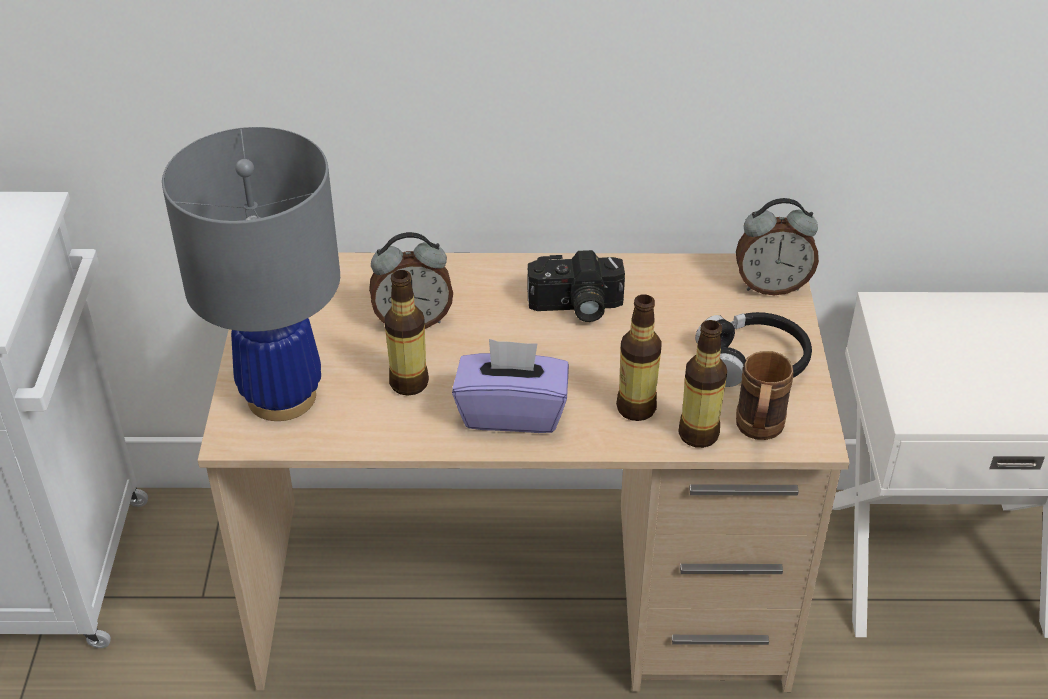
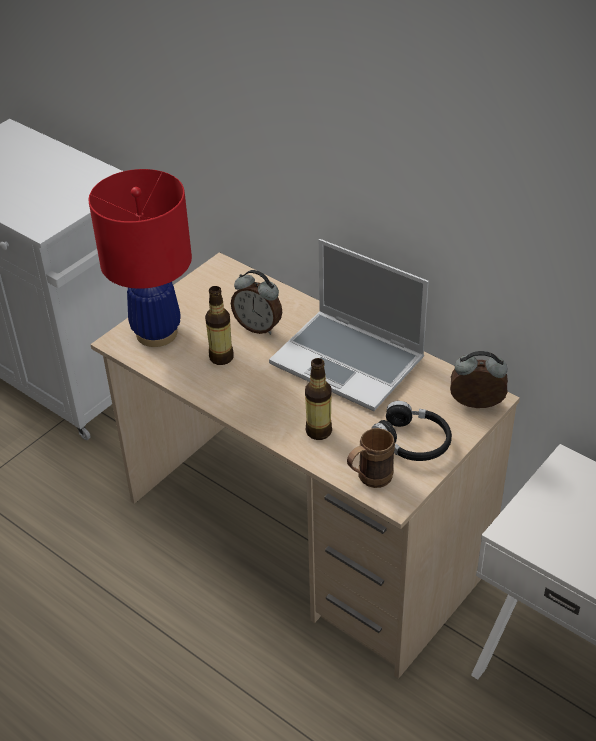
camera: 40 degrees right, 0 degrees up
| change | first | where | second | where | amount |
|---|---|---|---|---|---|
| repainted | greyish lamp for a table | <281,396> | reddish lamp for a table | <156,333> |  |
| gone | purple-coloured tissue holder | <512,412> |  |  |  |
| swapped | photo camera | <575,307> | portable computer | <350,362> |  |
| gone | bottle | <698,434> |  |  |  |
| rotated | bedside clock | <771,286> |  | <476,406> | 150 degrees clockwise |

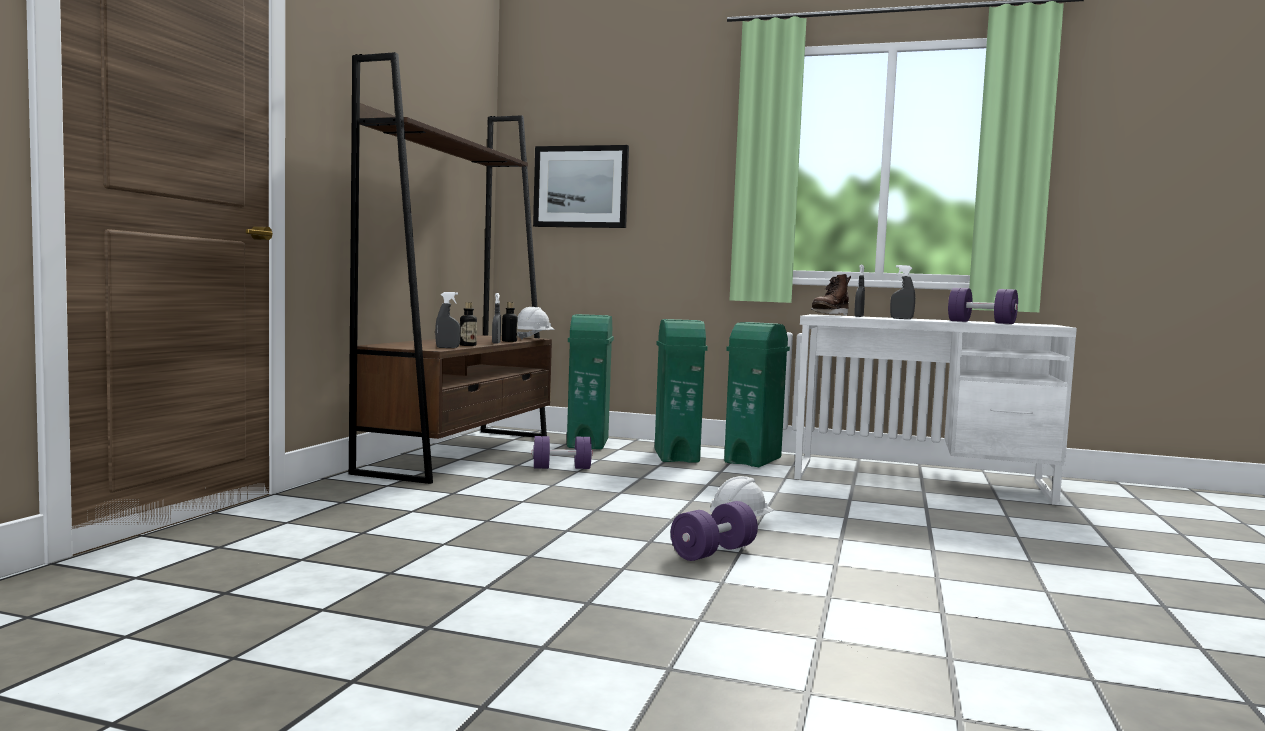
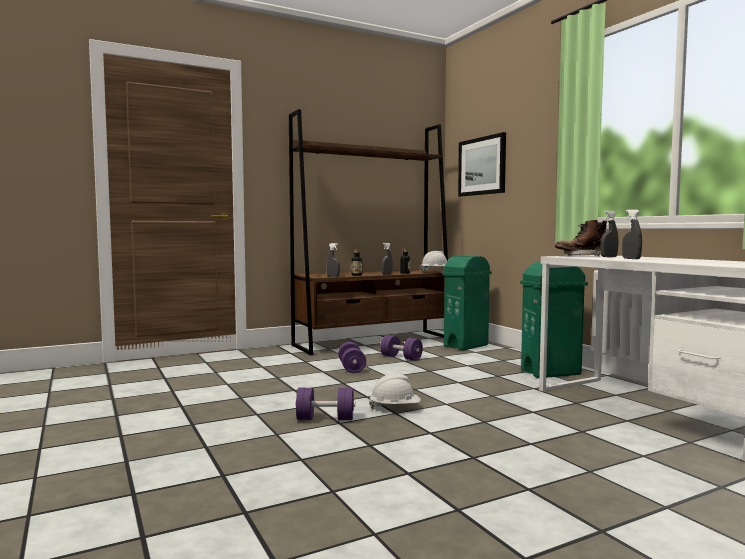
camera: 45 degrees right, 0 degrees up
| change | first | where | second | where | amount |
|---|---|---|---|---|---|
| gone | green-coloured rubbish bin | <676,456> |  |  |  |
| shifted | purple-coloured free weight | <981,322> |  | <351,368> |  |

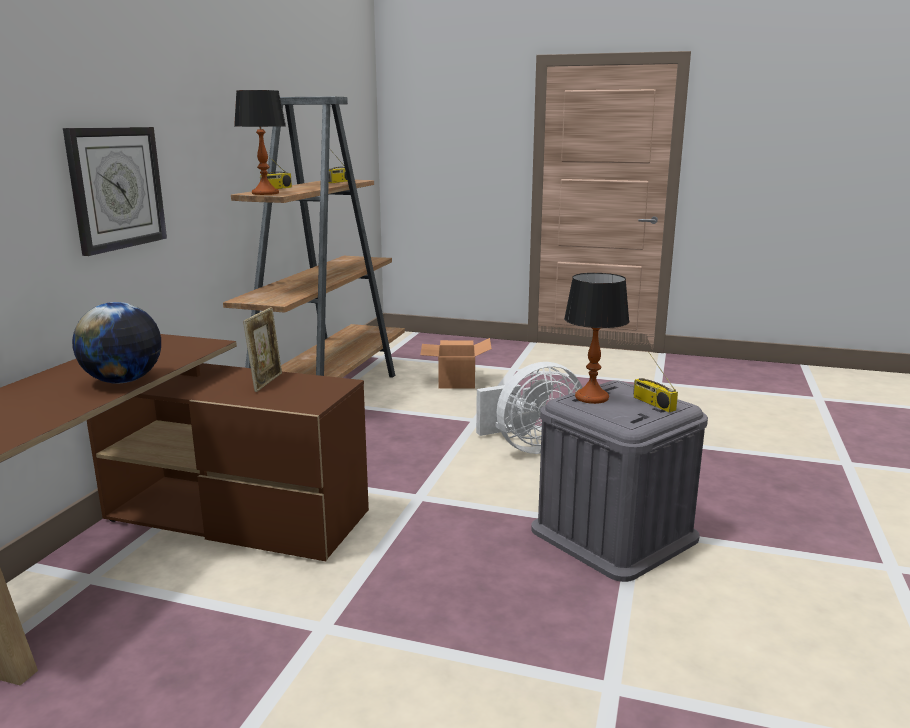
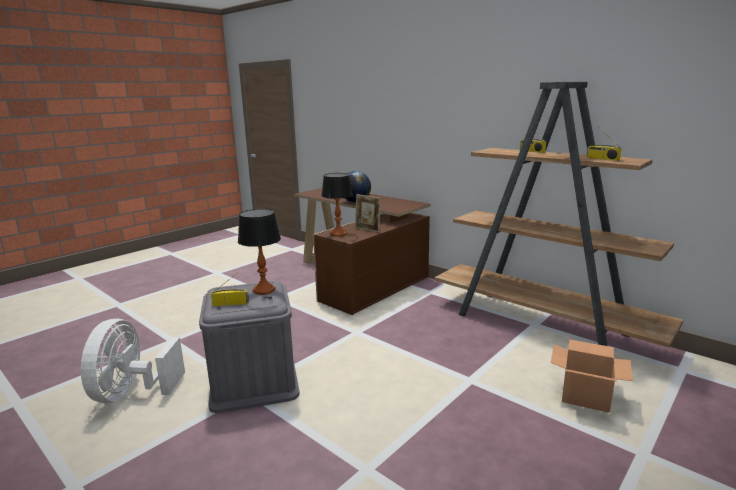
camera: 115 degrees right, 0 degrees up
| change | first | where | second | where | amount |
|---|---|---|---|---|---|
| gone | wall clock | <116,188> |  |  |  |
| shifted | lamp for a table | <265,193> |  | <338,234> |  |
| shifted | white-coloured electric fan | <530,447> |  | <132,393> |  |

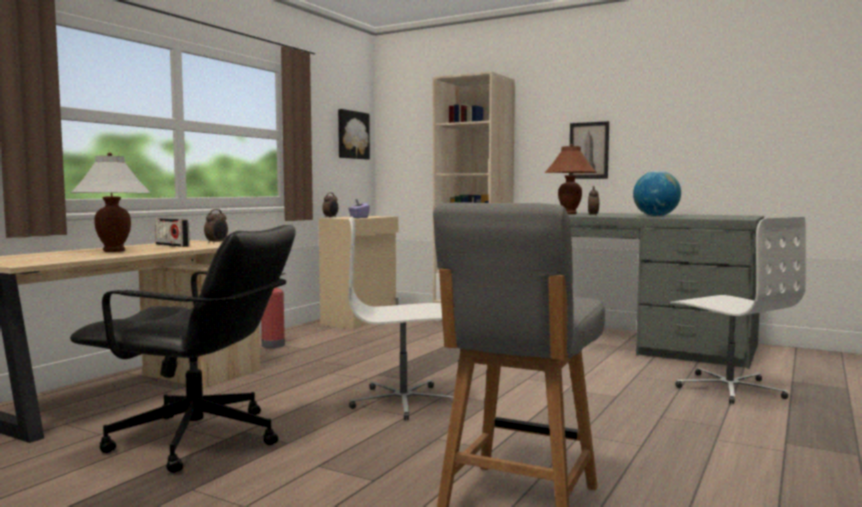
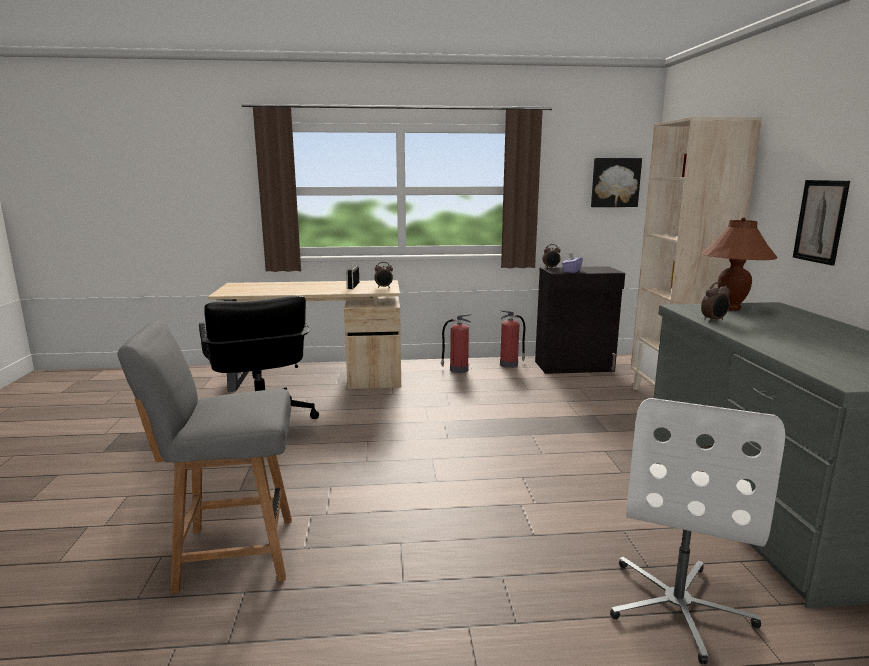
camera: 55 degrees right, 10 degrees up
| change | first | where | second | where | amount |
|---|---|---|---|---|---|
| gone | white-coloured lamp for a table | <113,251> |  |  |  |
| repainted | sand-coloured storage cabinet | <361,320> | black-coloured storage cabinet | <575,366> |  |
| gone | white-coloured computer chair | <404,402> |  |  |  |
| gone | desk globe | <656,216> |  |  |  |
| new |  |  | extinguisher | <510,364> |  |

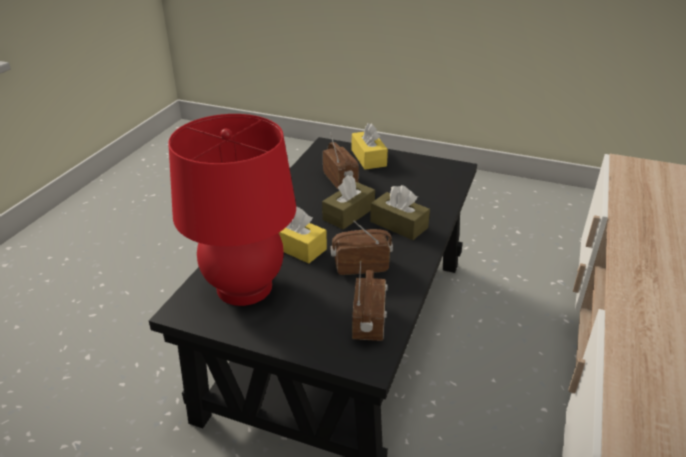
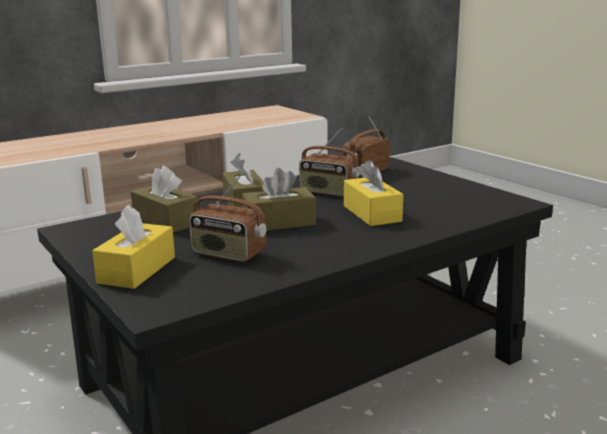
camera: 145 degrees left, 15 degrees down
| change | first | where | second | where | amount |
|---|---|---|---|---|---|
| gone | reddish lamp for a table | <244,287> |  |  |  |
| rotated | radio set | <341,180> |  | <228,254> | 75 degrees counterclockwise |
| new |  |  | brown tissue holder | <166,221> |  |

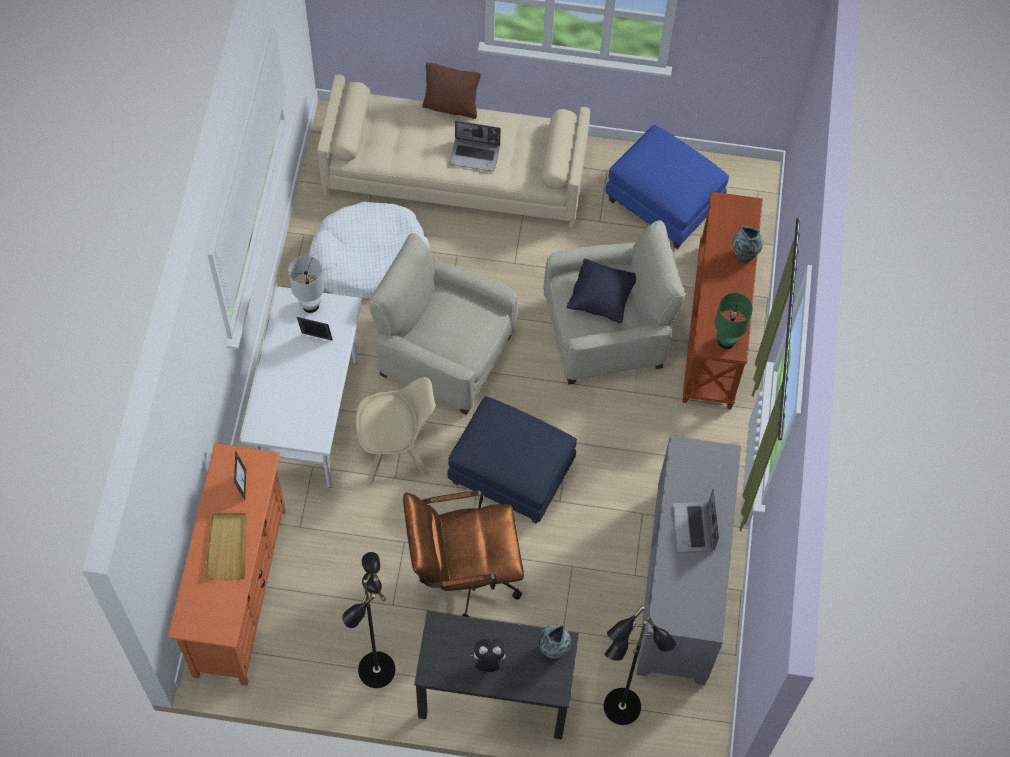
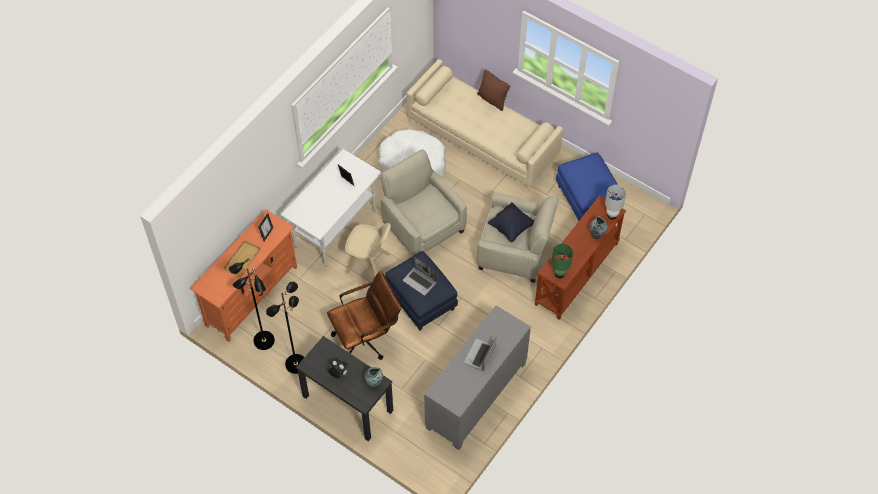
camera: 30 degrees right, 5 degrees down
| change | first | where | second | where | amount |
|---|---|---|---|---|---|
| shifted | white-coloured lamp for a table | <310,305> |  | <611,215> |  |
| rotated | brown computer chair | <463,574> |  | <366,338> | 135 degrees clockwise |
| shifted | portable computer | <475,155> |  | <420,281> |  |
| shifted | black-coloured floor lamp | <622,708> |  | <263,341> |  |

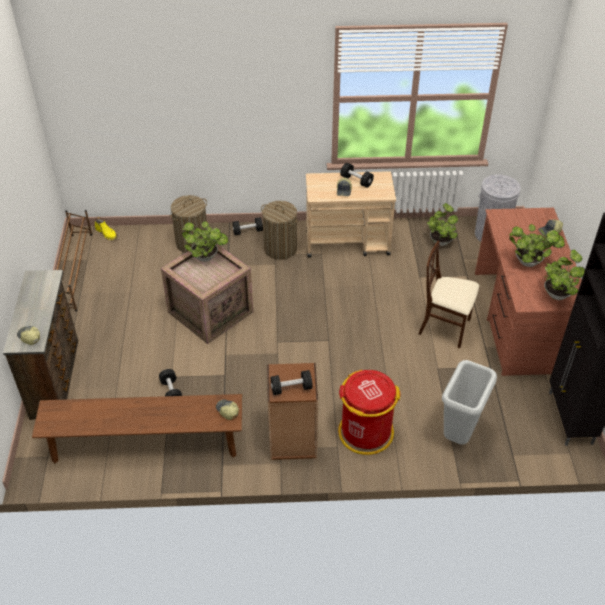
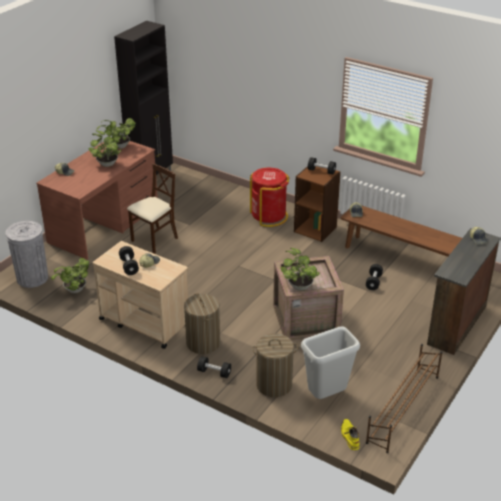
camera: 145 degrees left, 10 degrees down
| change | first | where | second | where | amount |
|---|---|---|---|---|---|
| rotated | sand-coloured chair | <445,328> |  | <154,240> | 105 degrees counterclockwise |
| shifted | greyish rubbish bin | <459,435> |  | <326,395> |  |

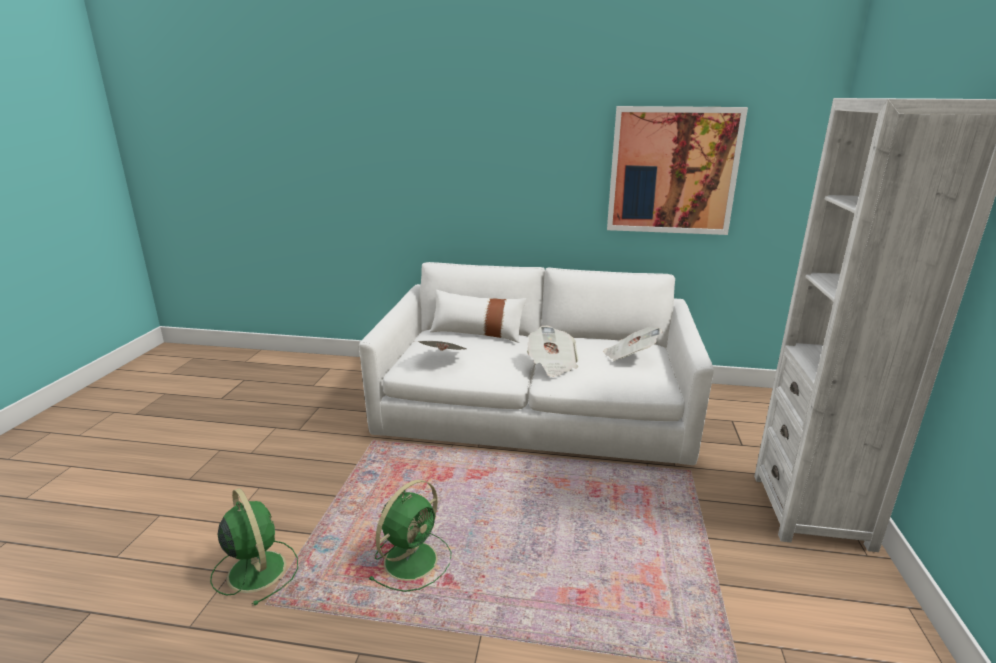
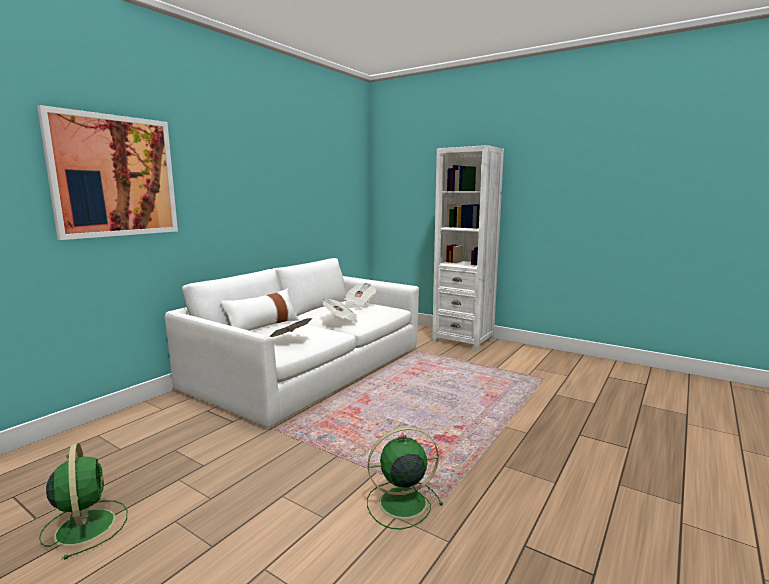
camera: 65 degrees left, 10 degrees down
| change | first | where | second | where | amount |
|---|---|---|---|---|---|
| shifted | green-coloured electric fan | <412,559> |  | <85,525> |  |
| shifted | wall picture | <672,171> |  | <115,176> |  |

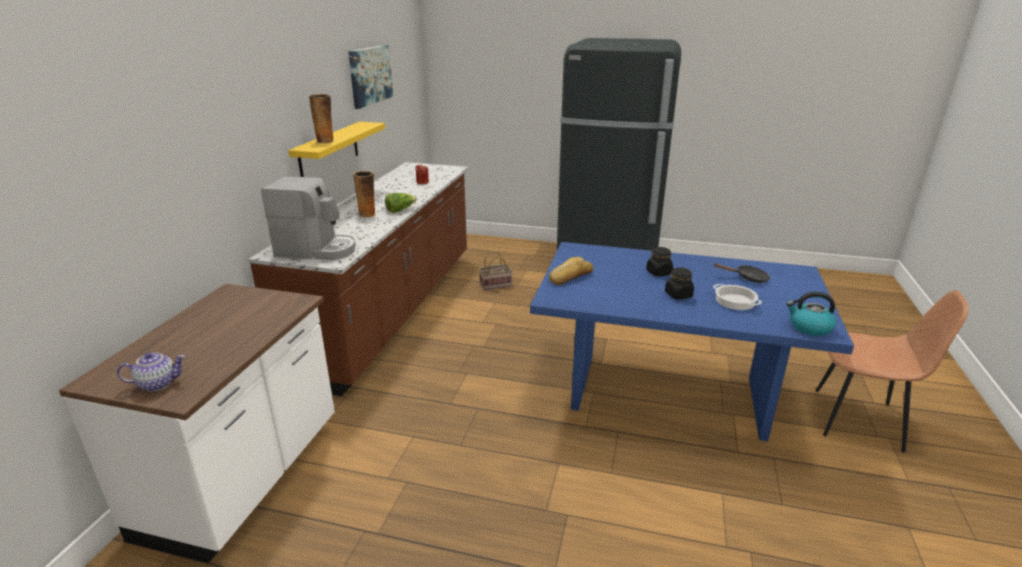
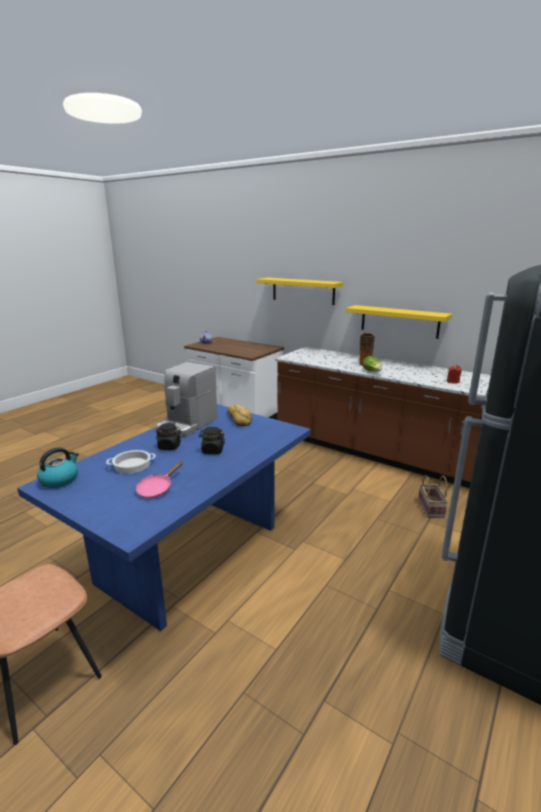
camera: 110 degrees right, 5 degrees down
| change | first | where | second | where | amount |
|---|---|---|---|---|---|
| shifted | coffee maker | <317,250> |  | <186,425> |  |
| gone | flower vase | <326,141> |  |  |  |
| gone | wall picture | <370,75> |  |  |  |
| repainted | black-coloured skillet | <748,278> | pink-coloured skillet | <157,489> |  |
| new |  |  | yellow wall shelf | <303,291> |  |

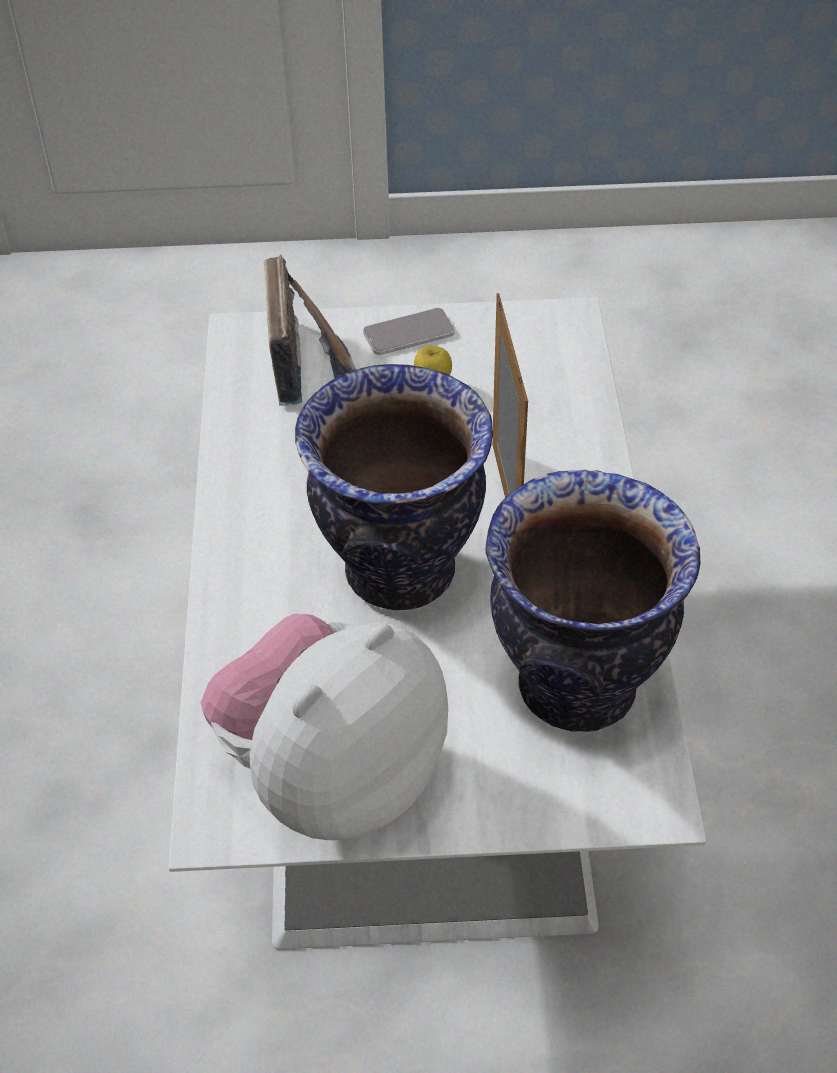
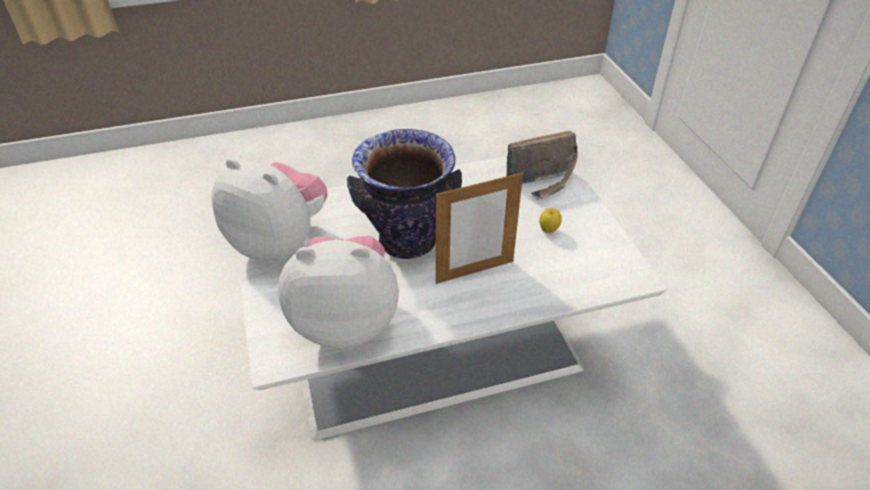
camera: 75 degrees right, 5 degrees down
| change | first | where | second | where | amount |
|---|---|---|---|---|---|
| gone | phone | <409,333> |  |  |  |
| swapped | flower vase | <579,687> | cuddly toy | <346,321> |  |

